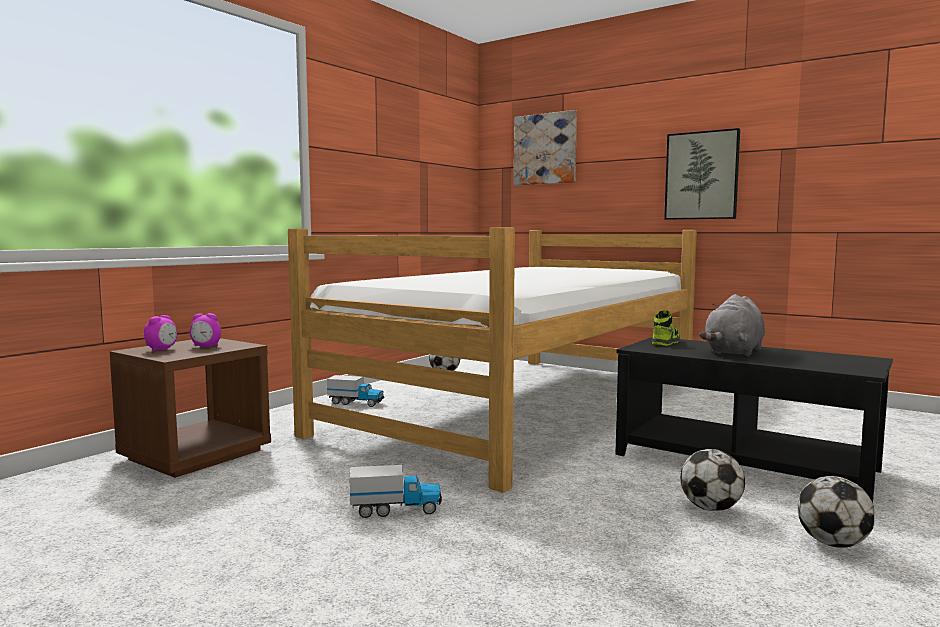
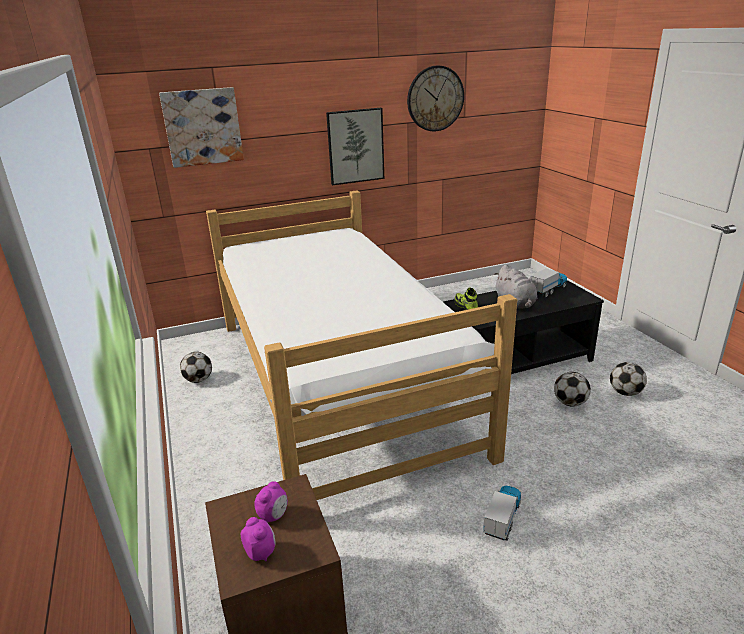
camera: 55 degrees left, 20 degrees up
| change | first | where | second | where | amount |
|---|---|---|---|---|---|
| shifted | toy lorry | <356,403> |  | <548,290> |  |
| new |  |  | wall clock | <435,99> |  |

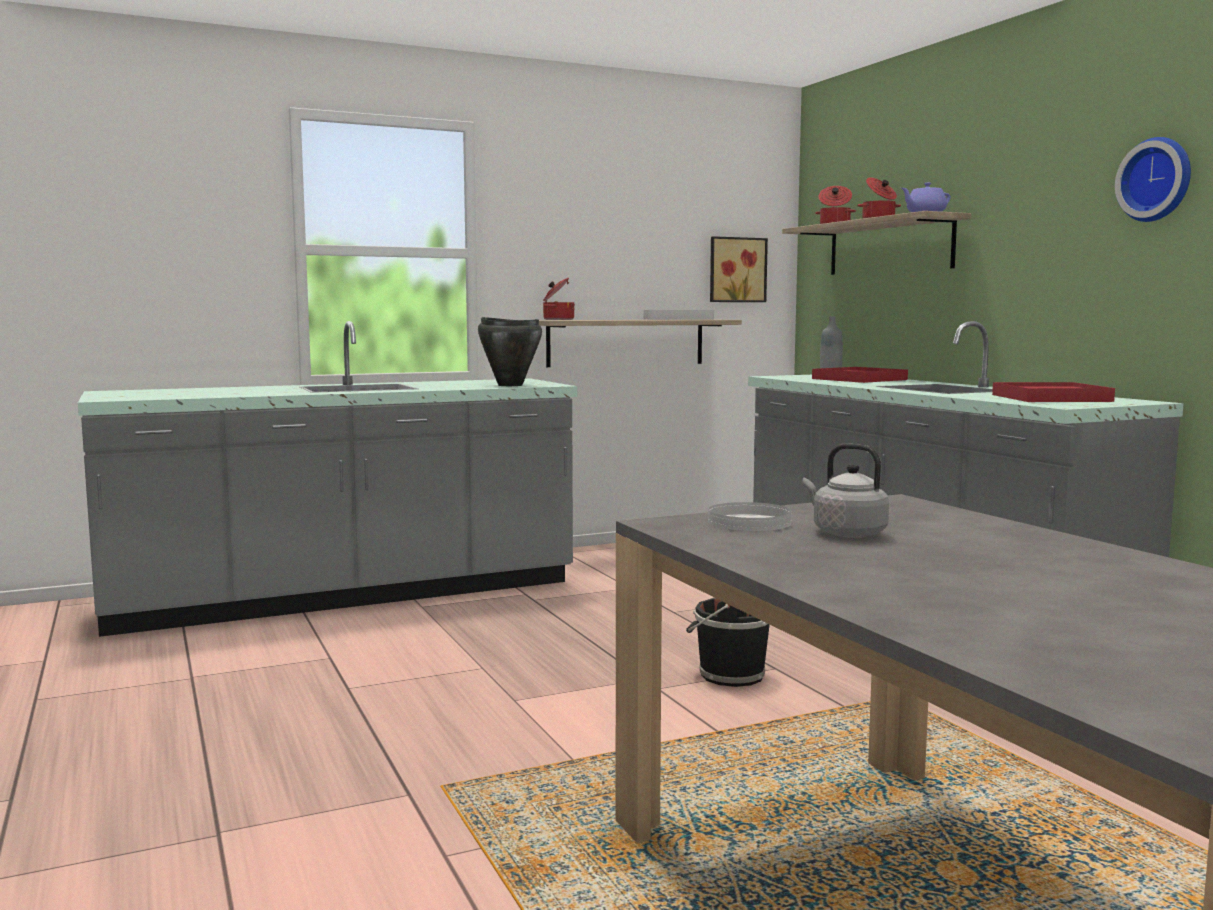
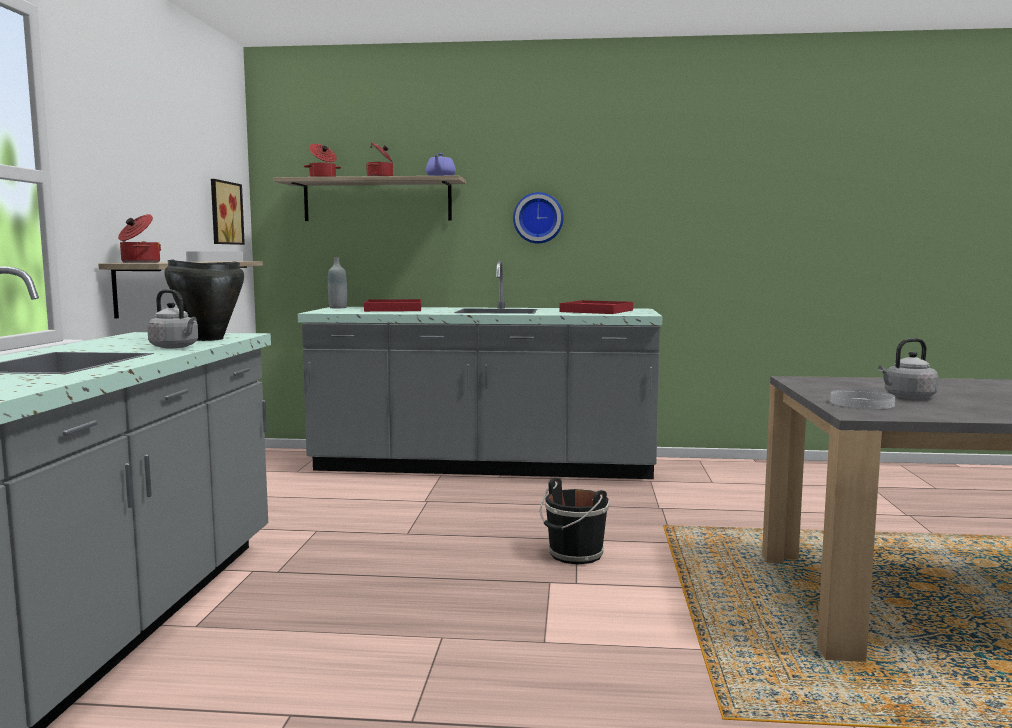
camera: 60 degrees left, 0 degrees up
| change | first | where | second | where | amount |
|---|---|---|---|---|---|
| shifted | wall clock | <1157,180> |  | <538,218> |  |
| new |  |  | greyish water kettle | <176,347> |  |

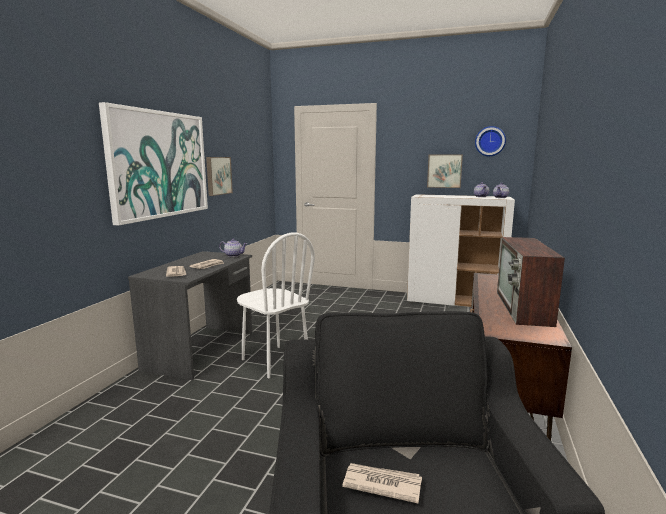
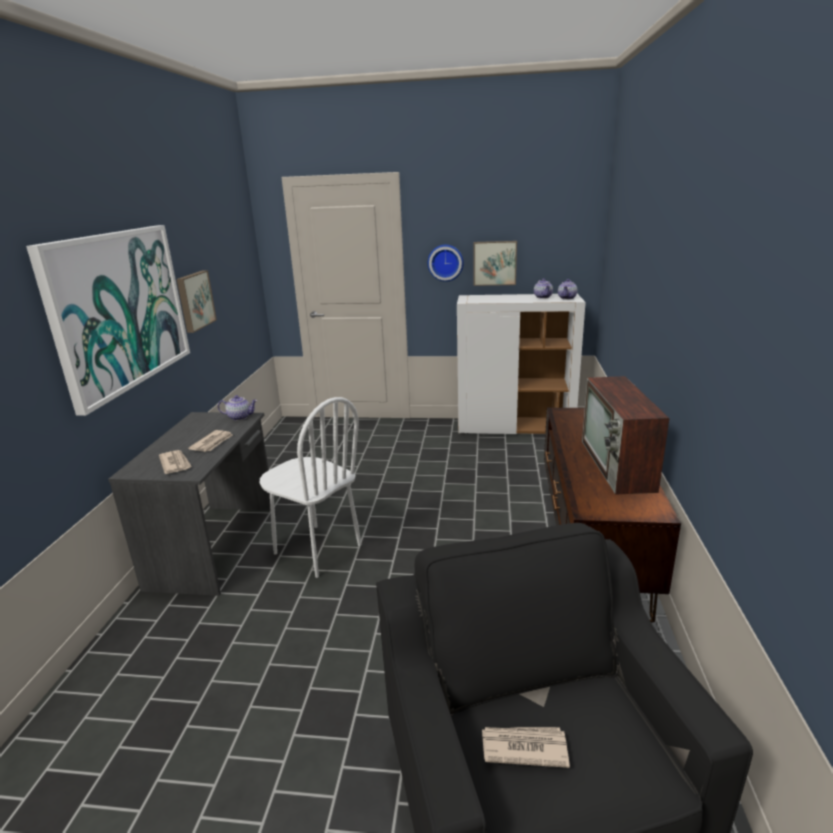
camera: 10 degrees left, 10 degrees up
| change | first | where | second | where | amount |
|---|---|---|---|---|---|
| shifted | wall clock | <490,141> |  | <445,262> |  |

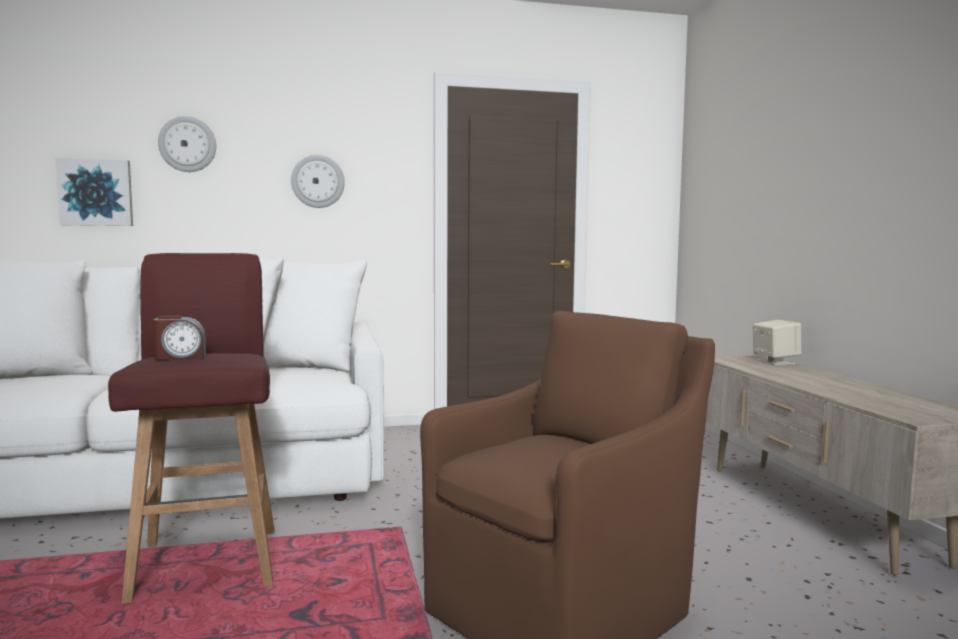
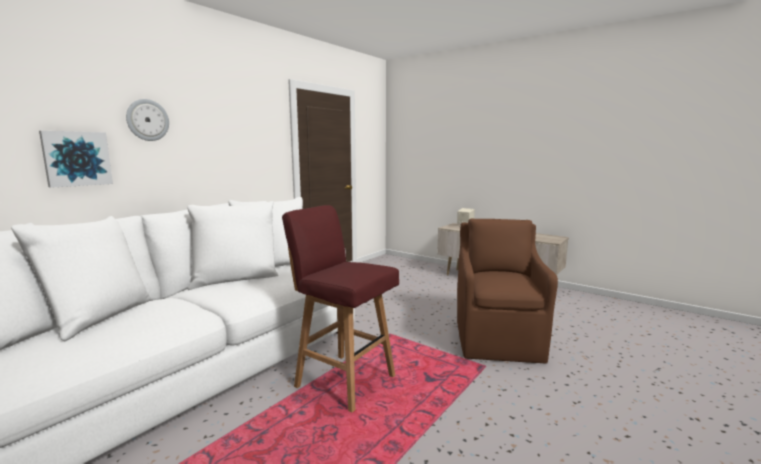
camera: 40 degrees left, 5 degrees up
| change | first | where | second | where | amount |
|---|---|---|---|---|---|
| gone | bedside clock | <180,357> |  |  |  |
| gone | wall clock | <318,181> |  |  |  |

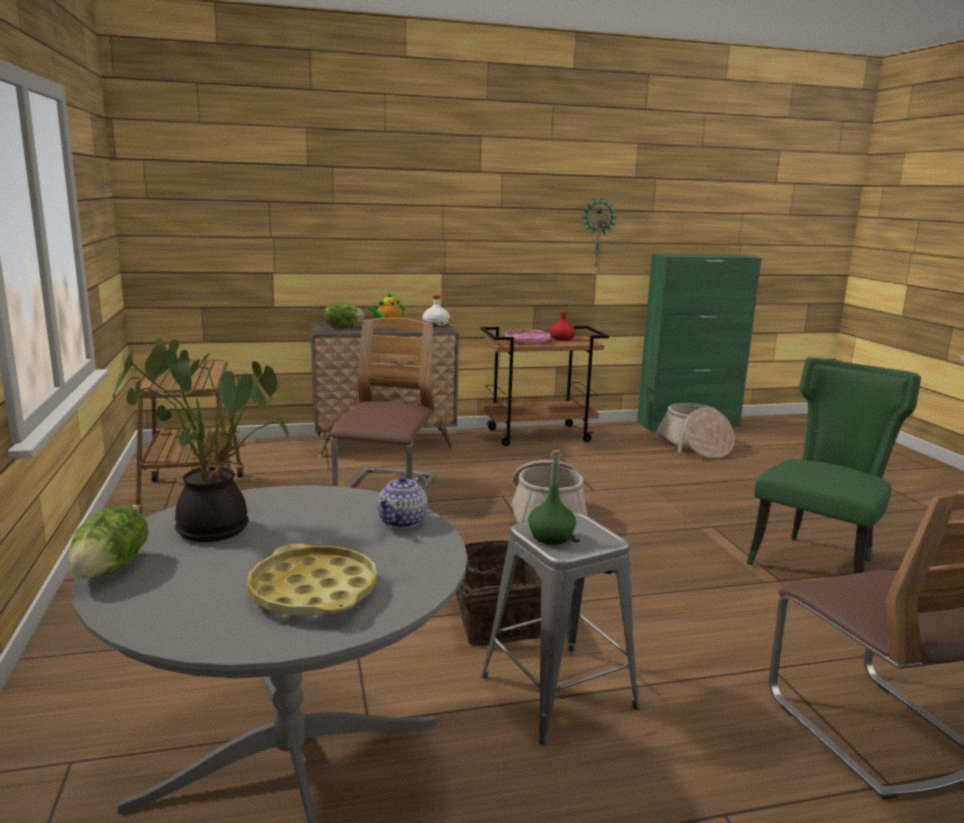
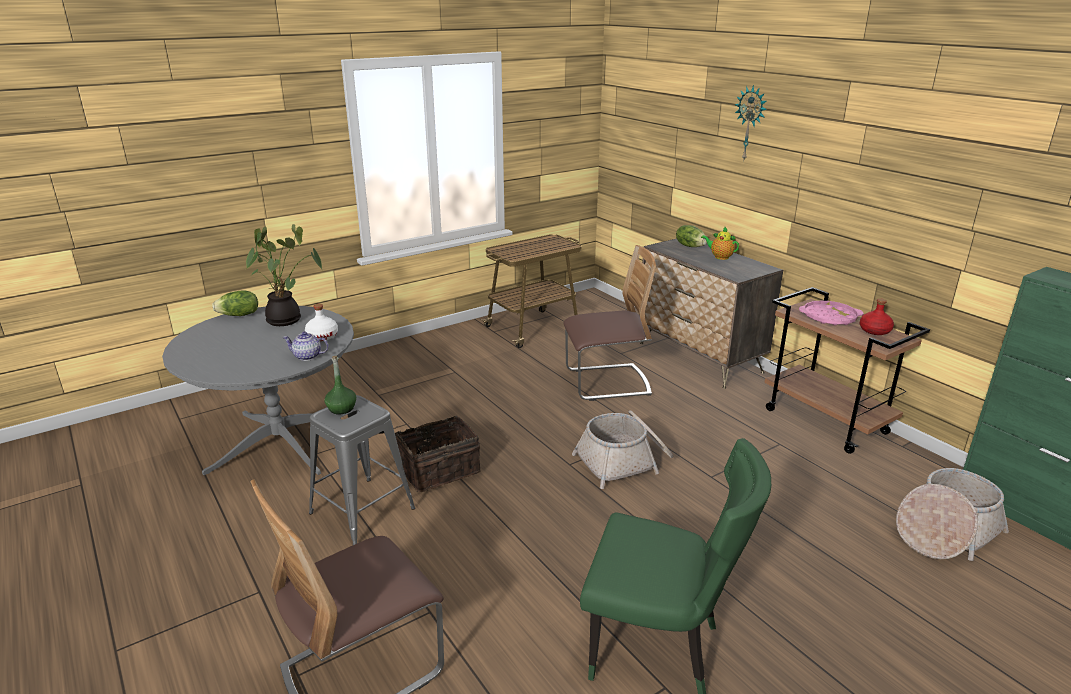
camera: 70 degrees right, 10 degrees up
| change | first | where | second | where | amount |
|---|---|---|---|---|---|
| gone | yellow serving tray | <313,591> |  |  |  |
| shifted | white-coloured bottle | <435,324> |  | <322,336> |  |
| shifted | wall clock | <596,233> |  | <750,123> |  |

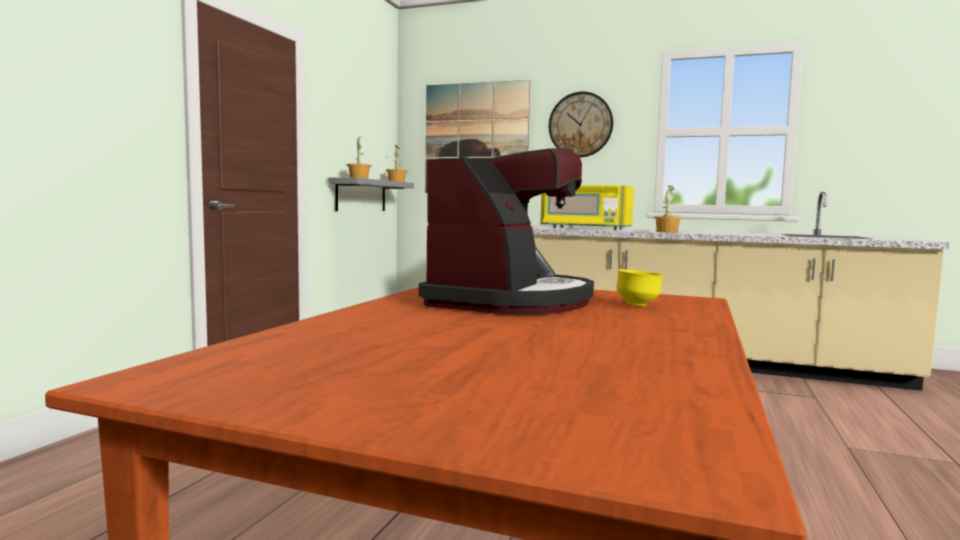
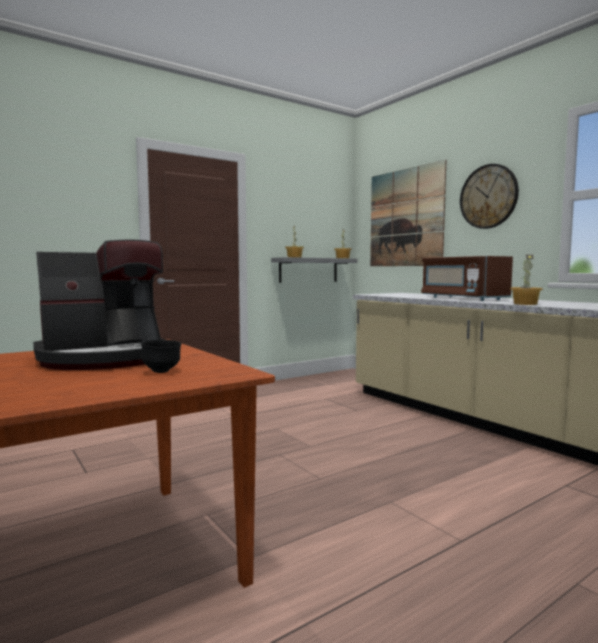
camera: 35 degrees right, 0 degrees up
| change | first | where | second | where | amount |
|---|---|---|---|---|---|
| repainted | yellow microwave | <584,228> | brown microwave | <462,298> |  |
| repainted | yellow serving bowl | <638,305> | black-coloured serving bowl | <162,372> |  |

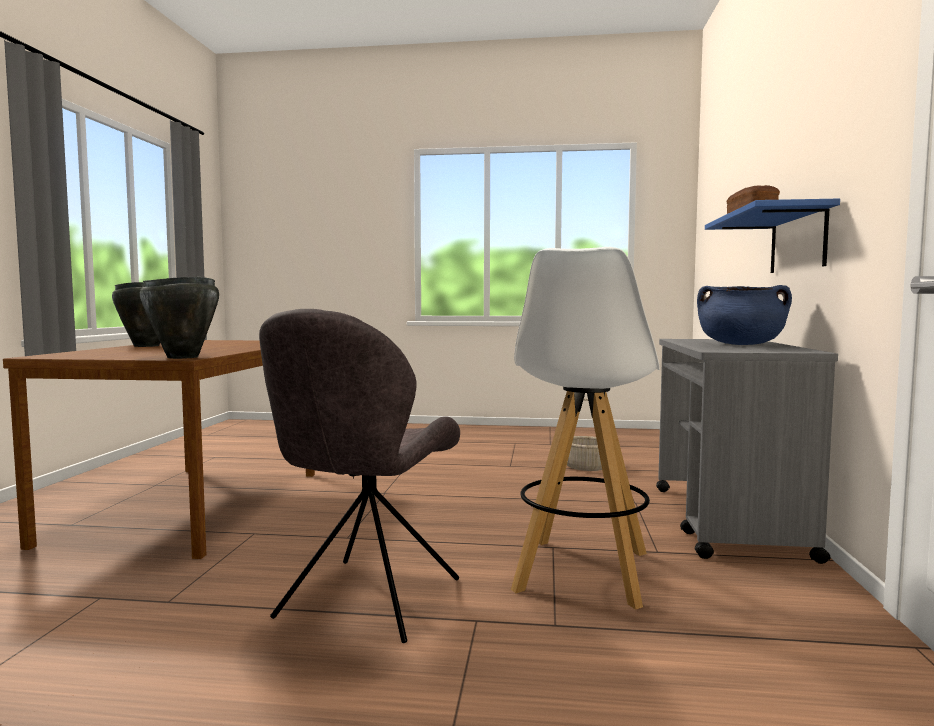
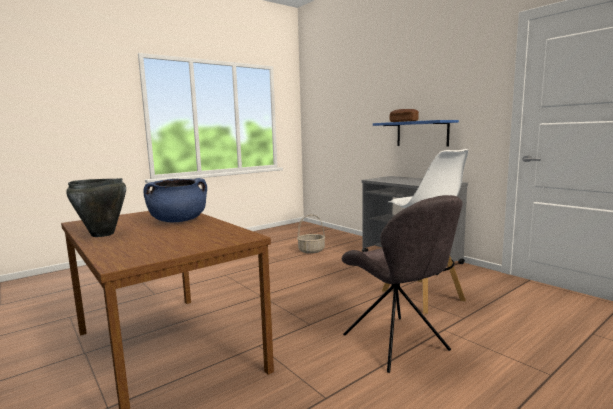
camera: 45 degrees left, 5 degrees up
| change | first | where | second | where | amount |
|---|---|---|---|---|---|
| gone | black-coloured saucepot | <182,357> |  |  |  |
| shifted | blue-coloured saucepot | <741,344> |  | <178,221> |  |

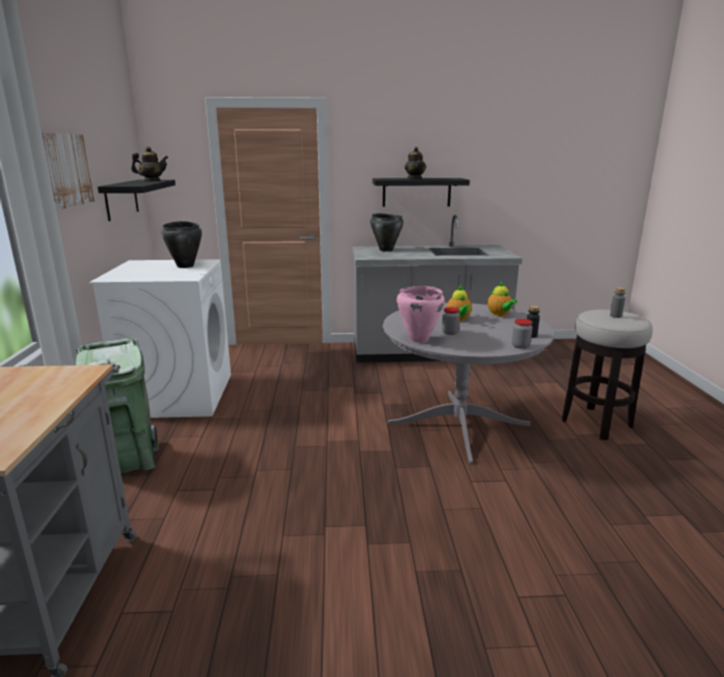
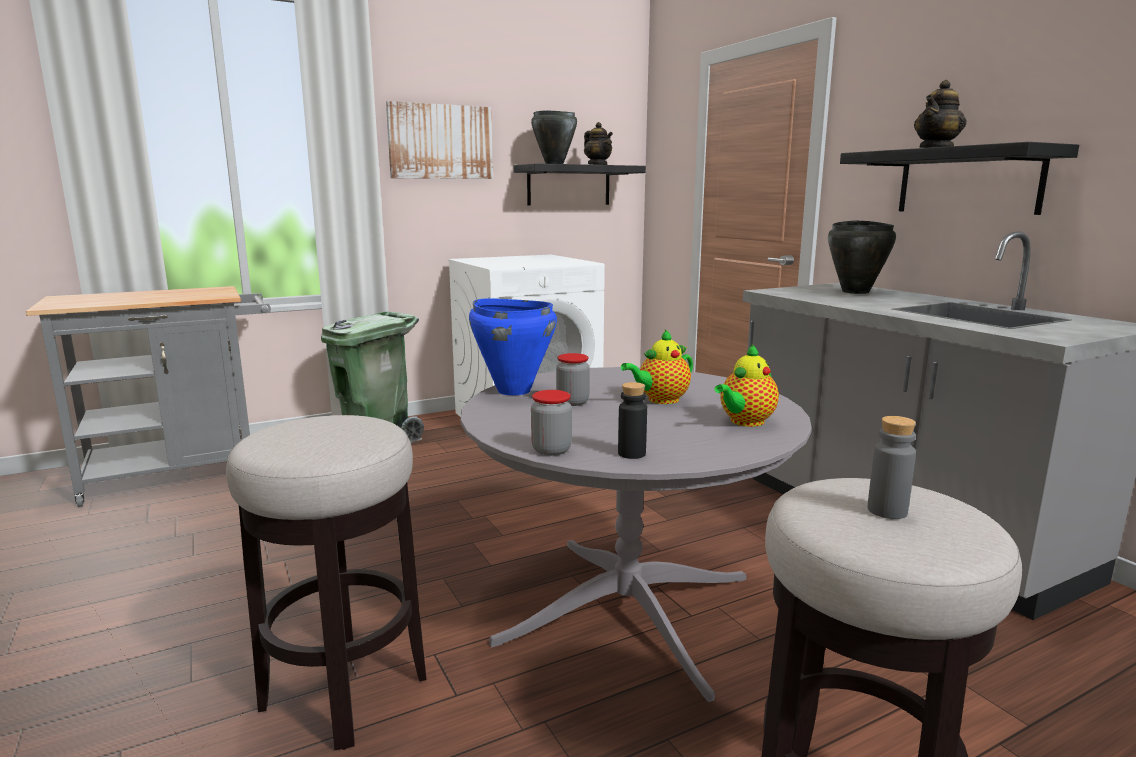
camera: 65 degrees right, 5 degrees down
| change | first | where | second | where | amount |
|---|---|---|---|---|---|
| shifted | black-coloured saucepot | <185,266> |  | <555,164> |  |
| repainted | pink-coloured saucepot | <418,339> | blue-coloured saucepot | <513,390> |  |
| new |  |  | stool seat | <344,691> |  |

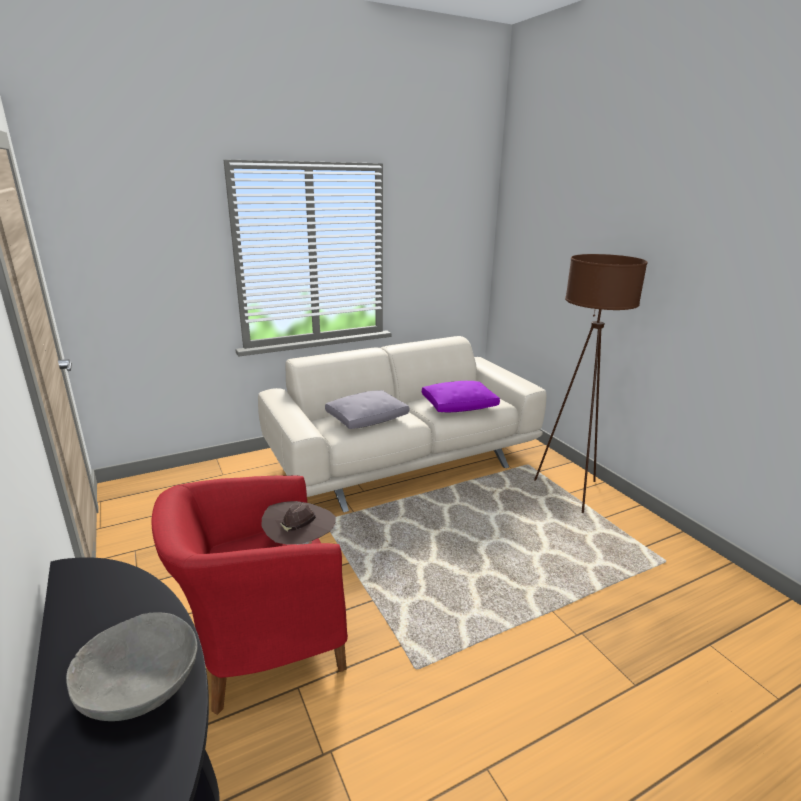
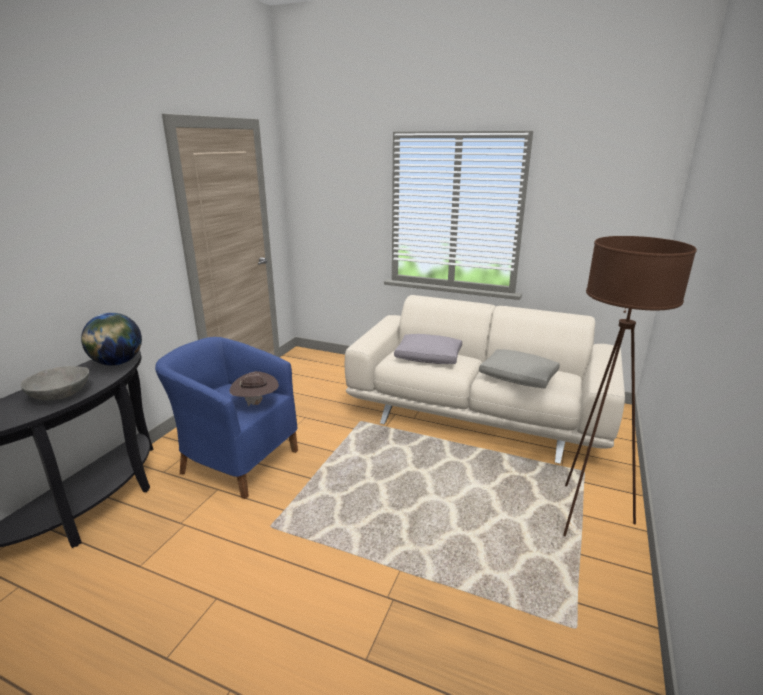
camera: 50 degrees right, 0 degrees up
| change | first | where | second | where | amount |
|---|---|---|---|---|---|
| repainted | reddish easy chair | <261,645> | blue-coloured easy chair | <236,460> |  |
| repainted | purple-coloured cushion | <459,406> | greyish cushion | <518,378> |  |
| new |  |  | desk globe | <117,363> |  |

